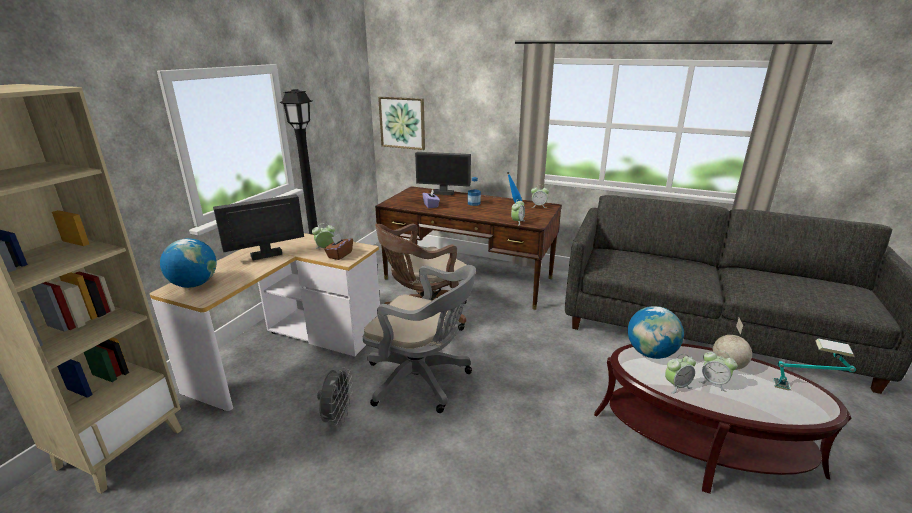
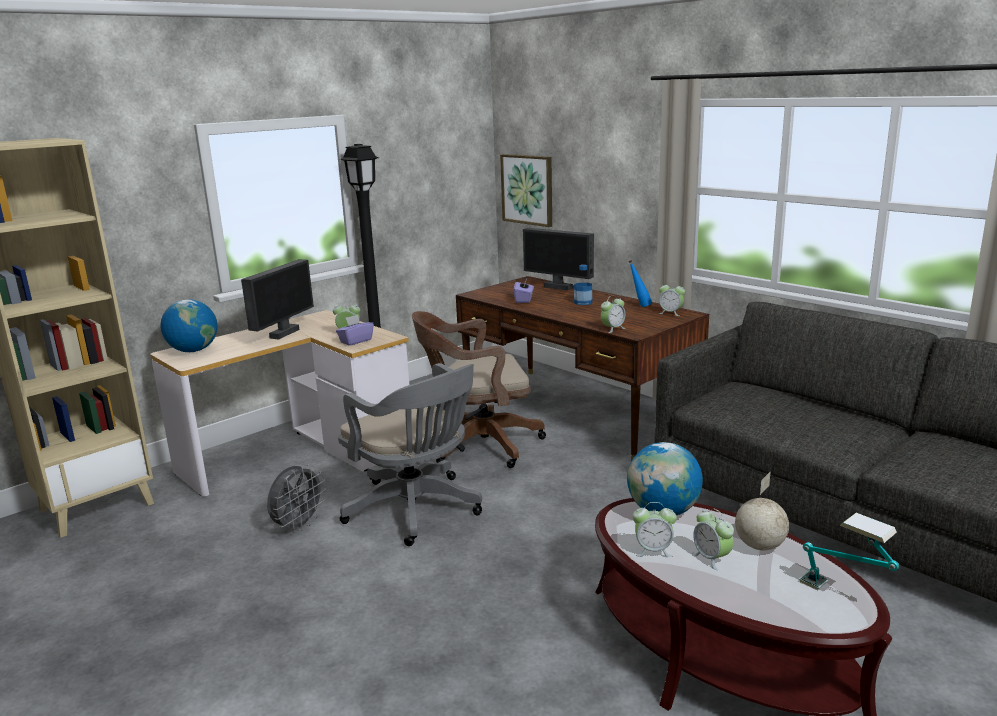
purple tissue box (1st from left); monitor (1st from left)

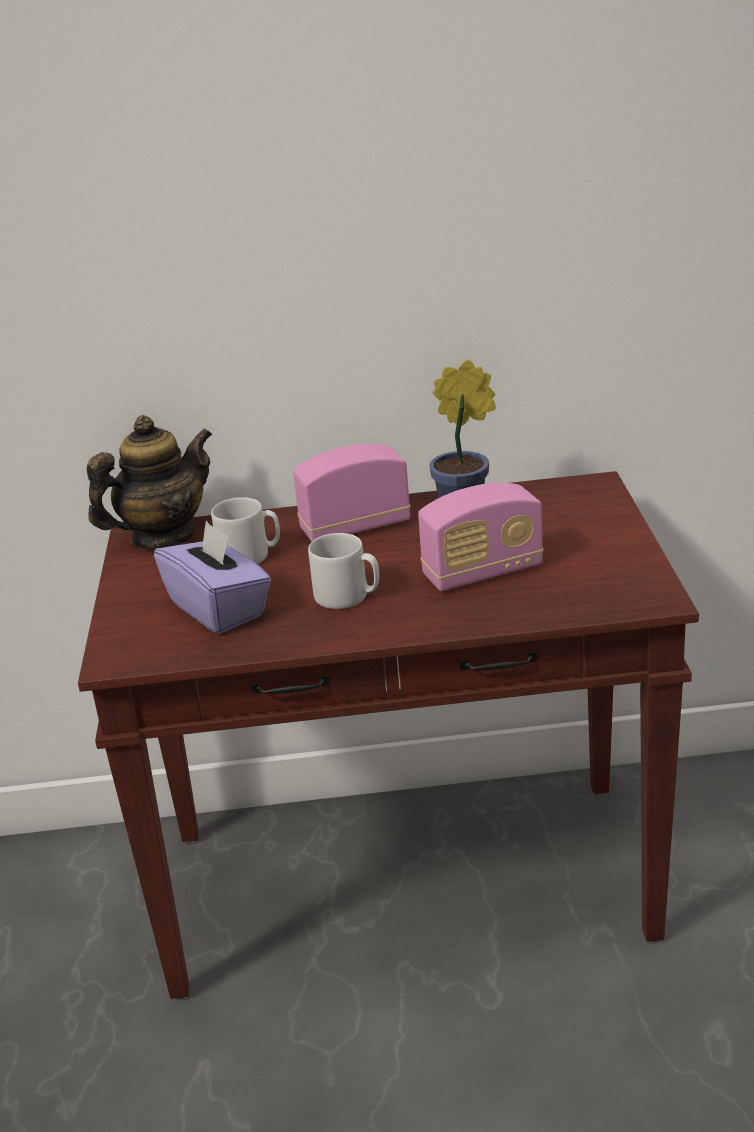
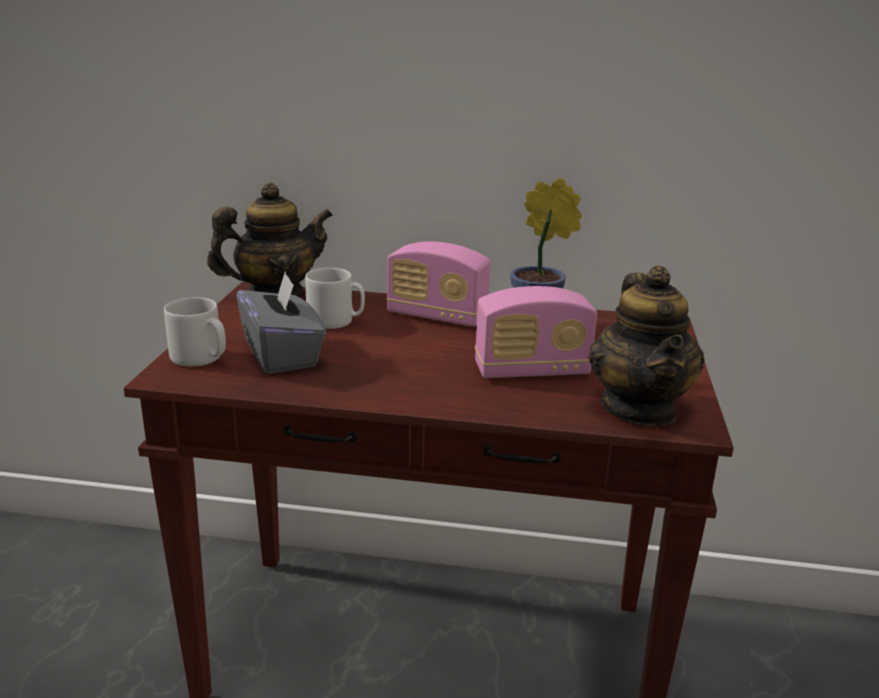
teapot (2nd from left); grey mug (1st from left); grey tissue box; radio (1st from left)

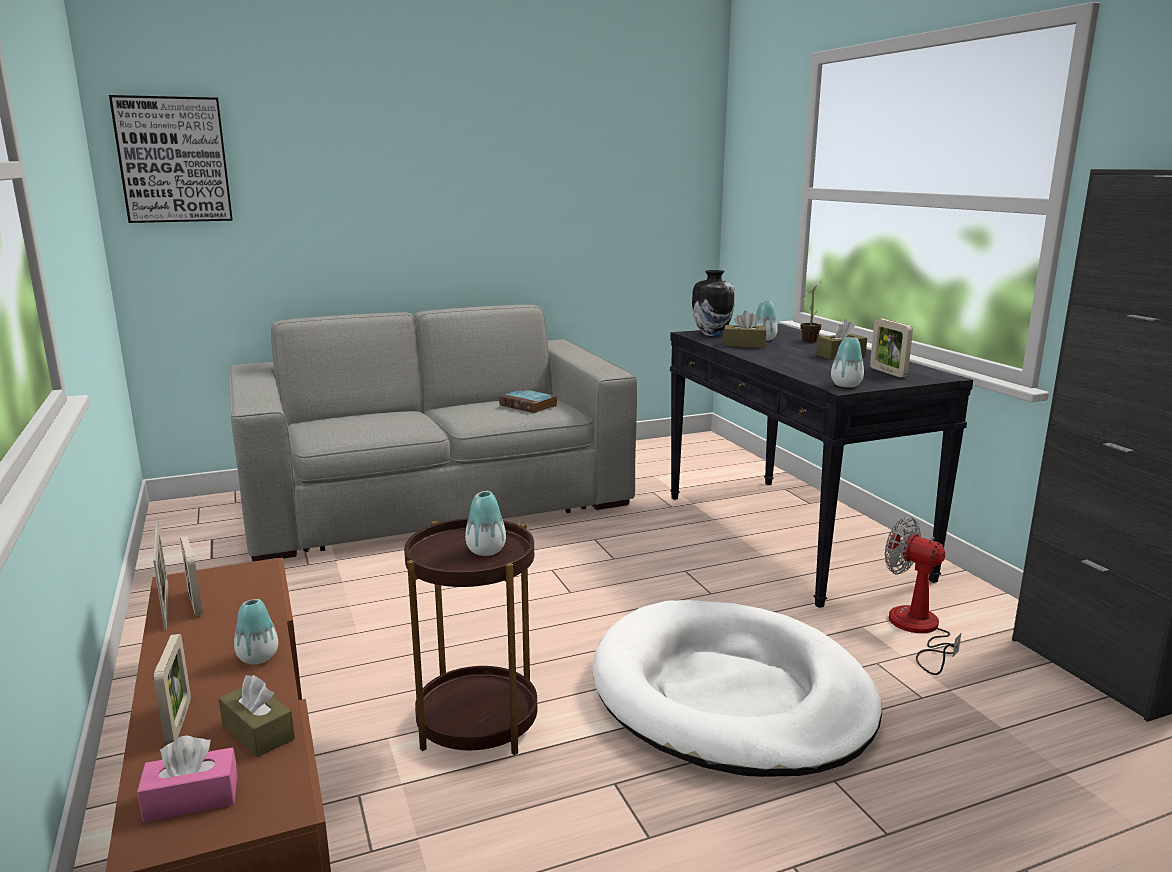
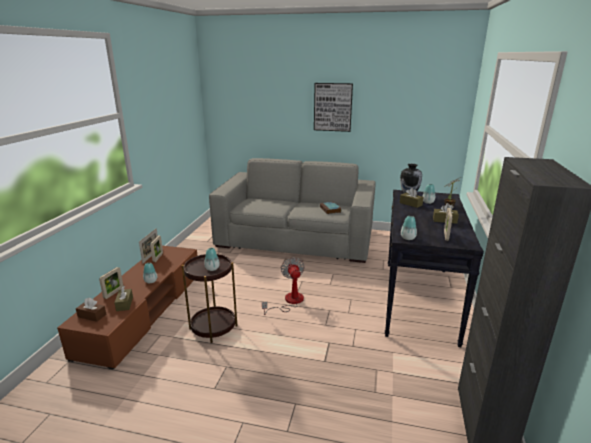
white dog bed; picture; fan; brown tissue box (1st from left)

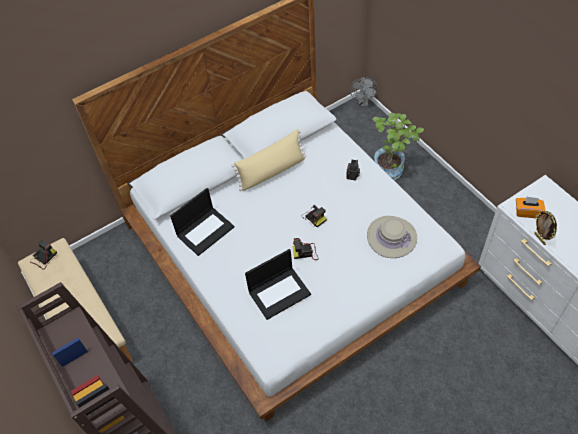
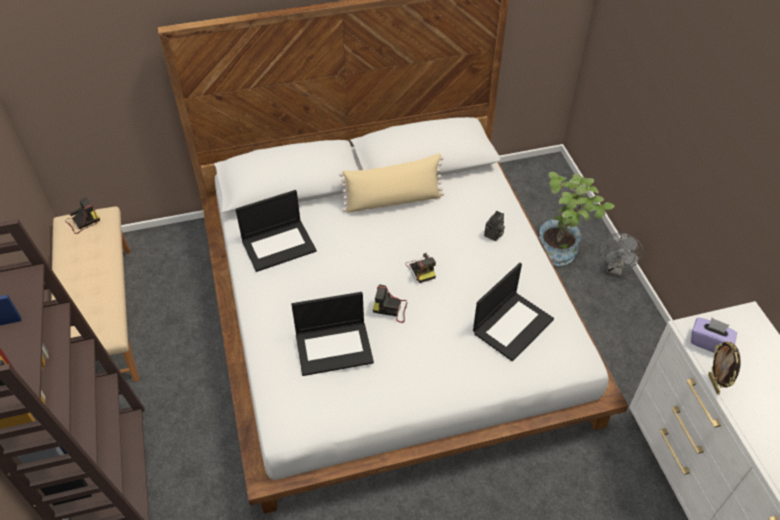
grey fan; laptop (3rd from left); purple tissue box

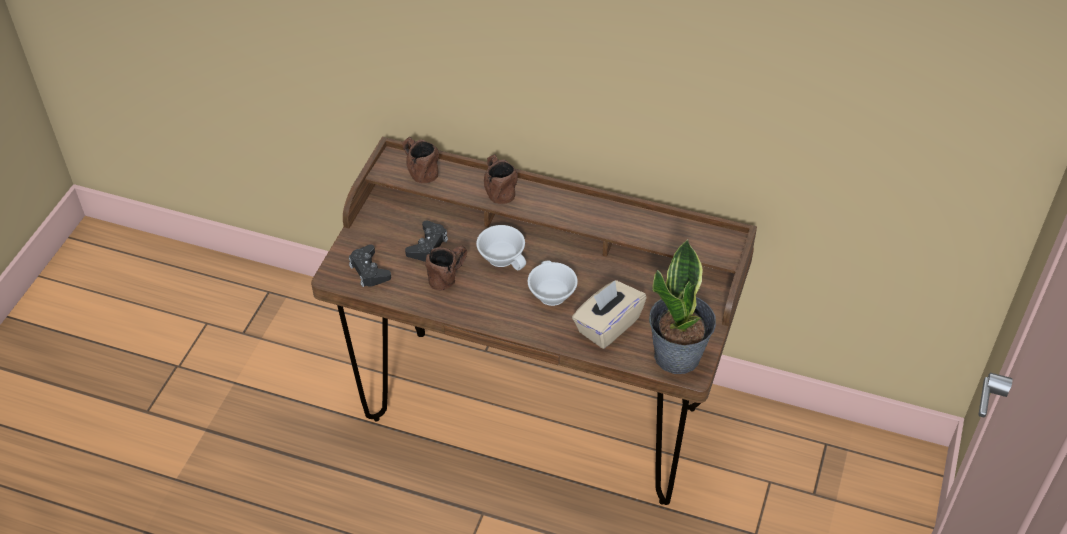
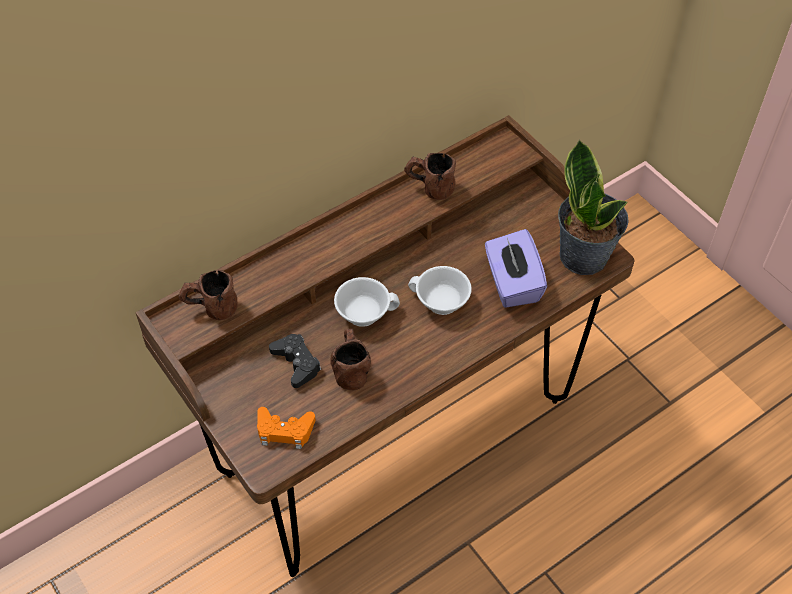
brown mug (3rd from left); orange game controller; purple tissue box

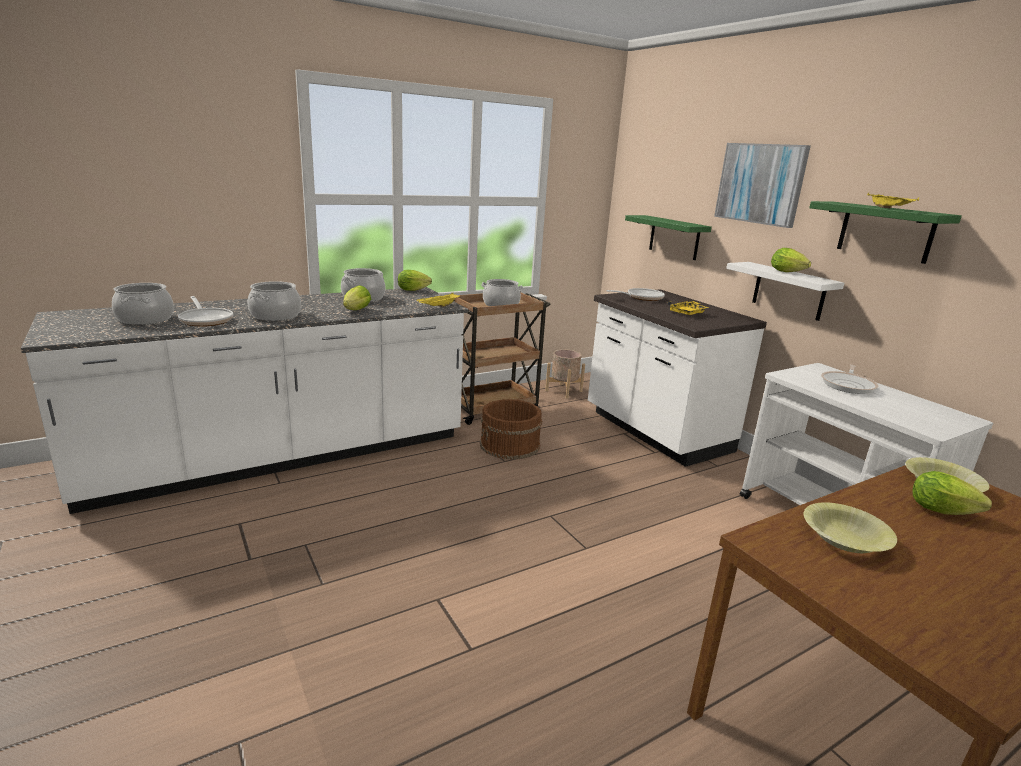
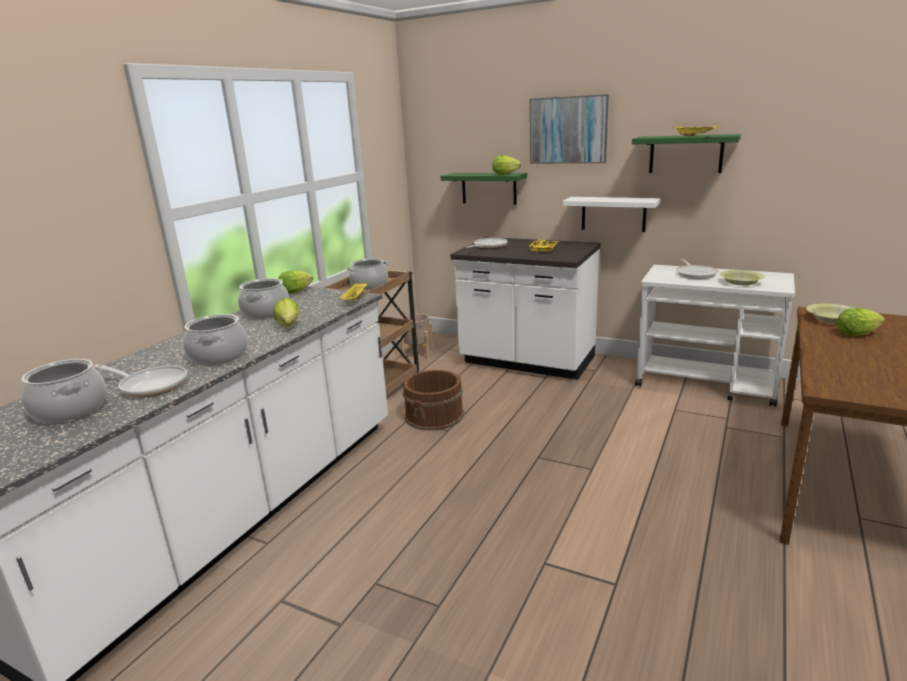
lettuce (3rd from left); yellow bowl (1st from left)

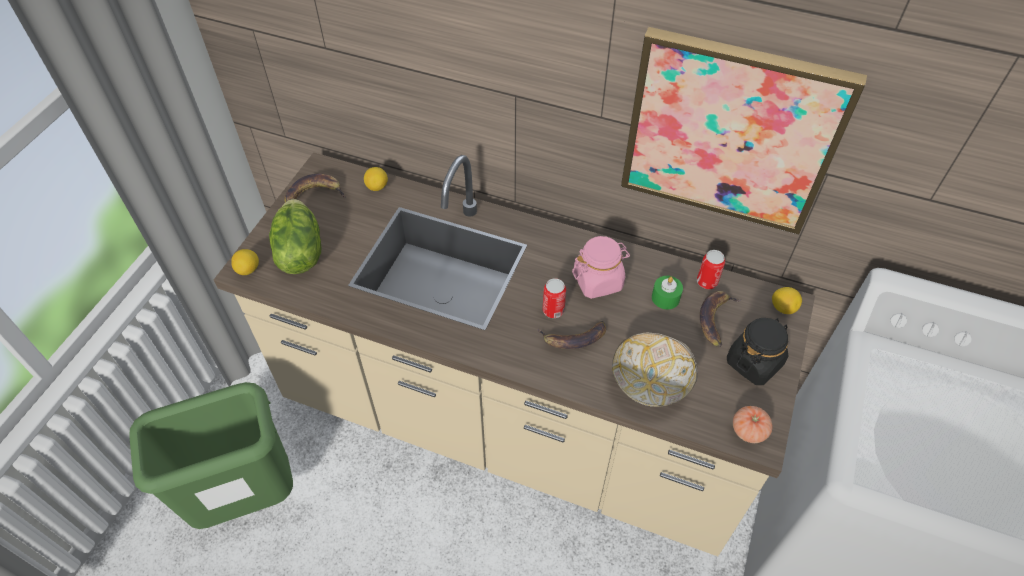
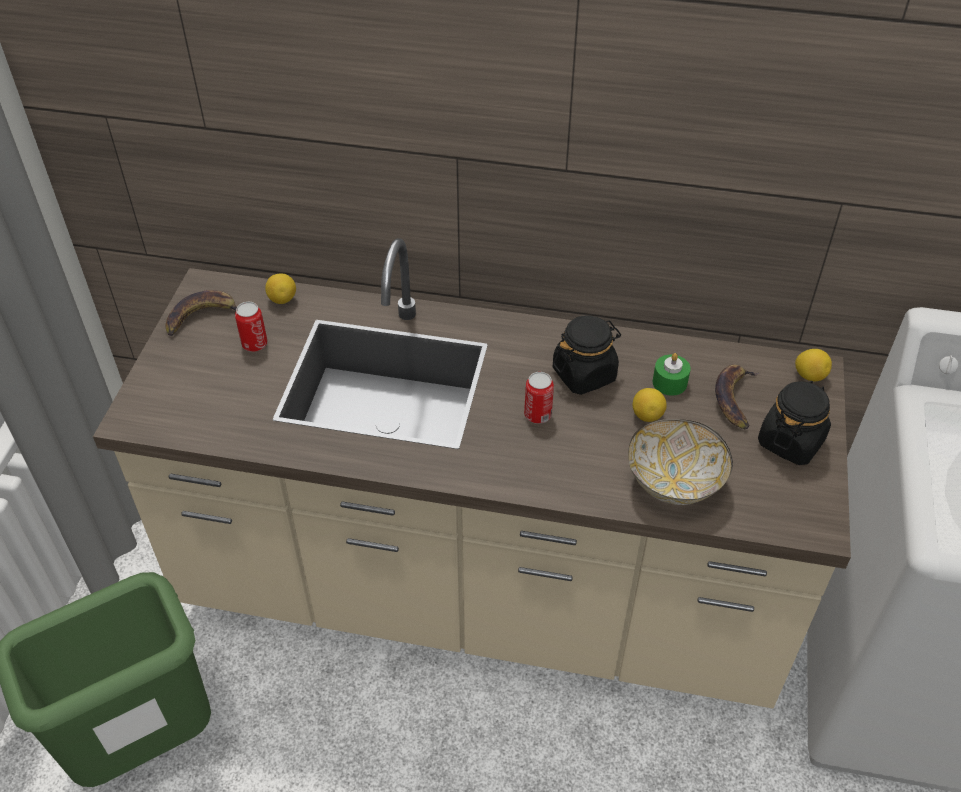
lettuce; banana (2nd from left in the first image); picture; tomato; lemon (2nd from left); can (1st from left); black jar (1st from left)

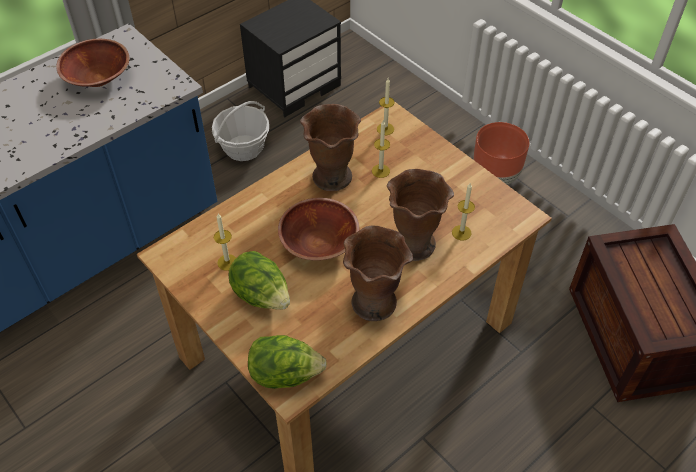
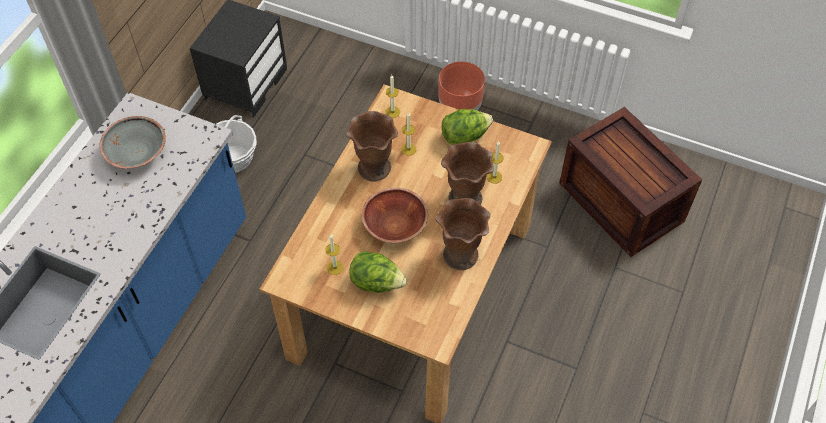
lettuce (2nd from left); grey bowl

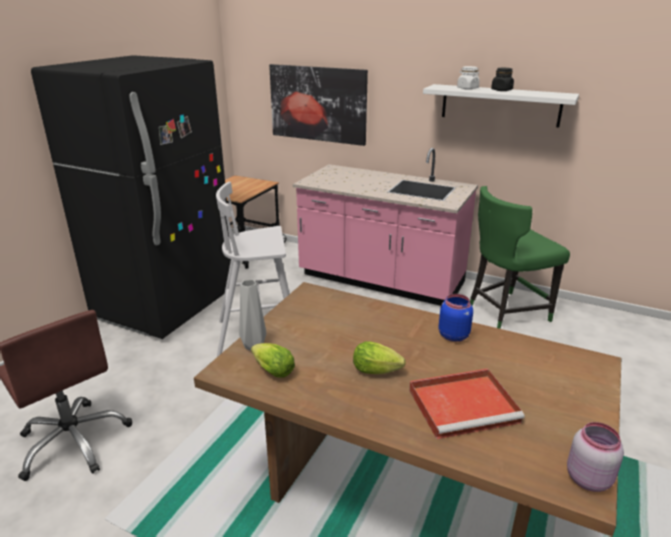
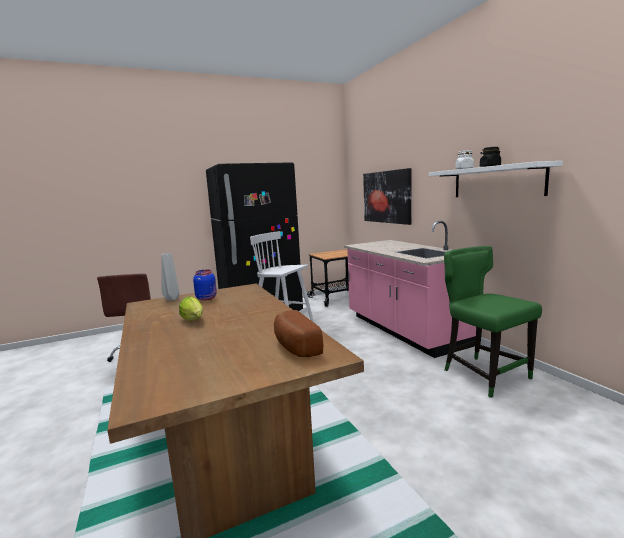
lettuce (1st from left in the first image); red tray; pink jar; bread; blue jar; green chair

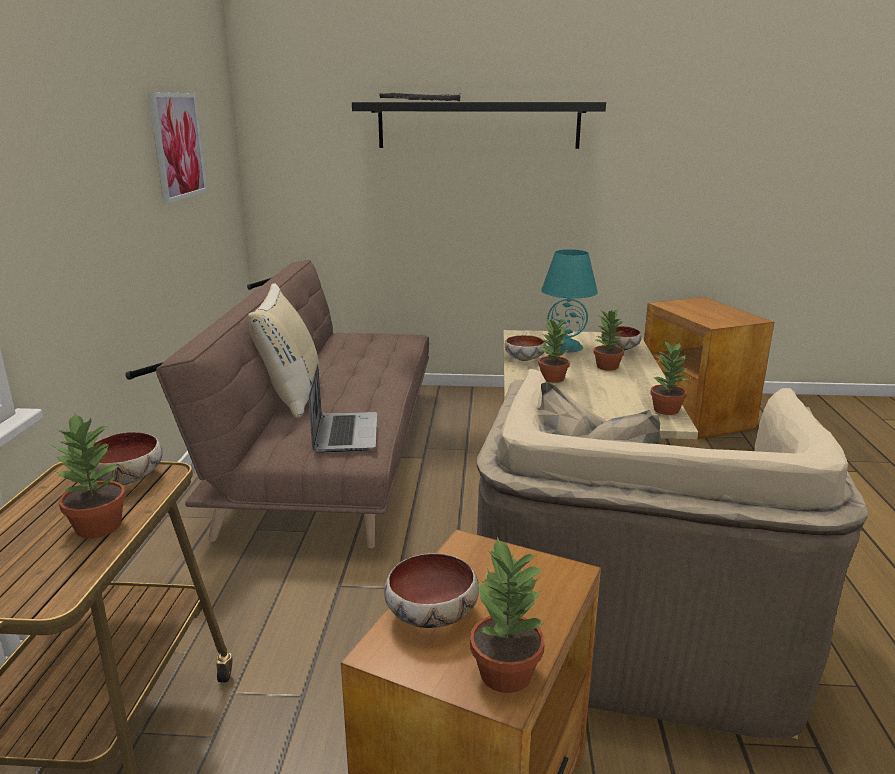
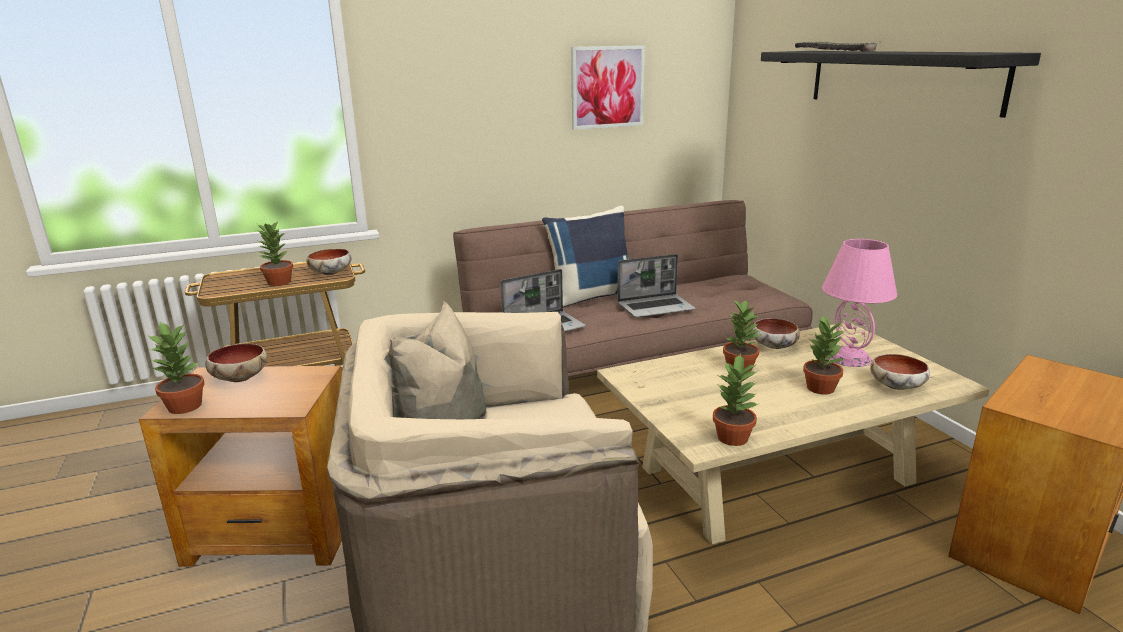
laptop (2nd from left); blue pillow; pink table lamp

